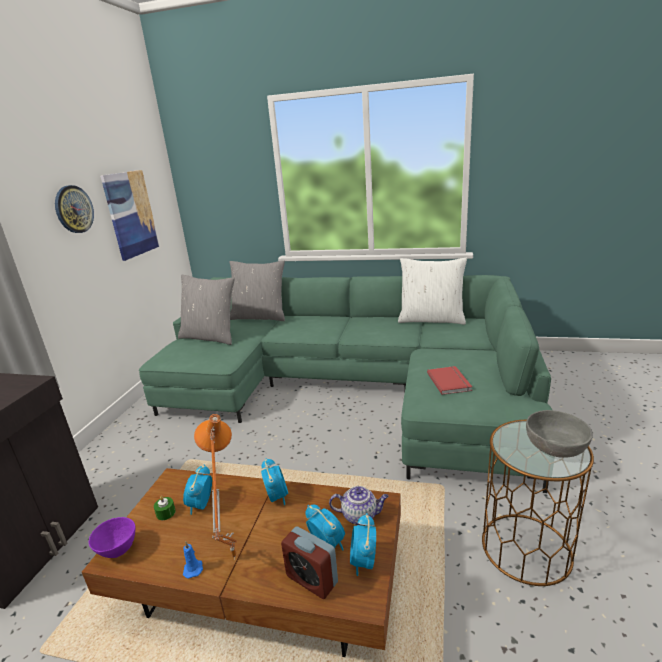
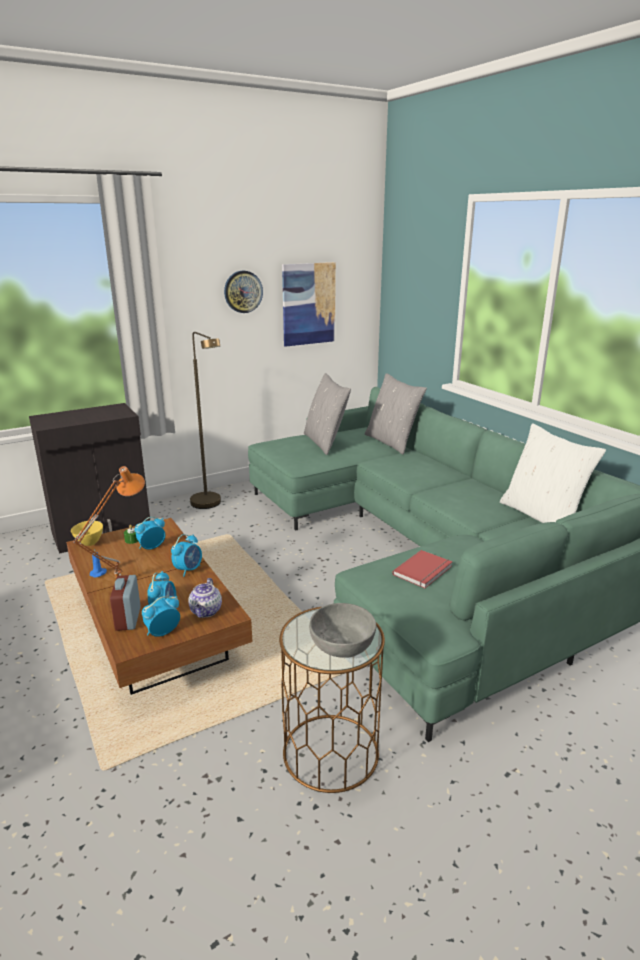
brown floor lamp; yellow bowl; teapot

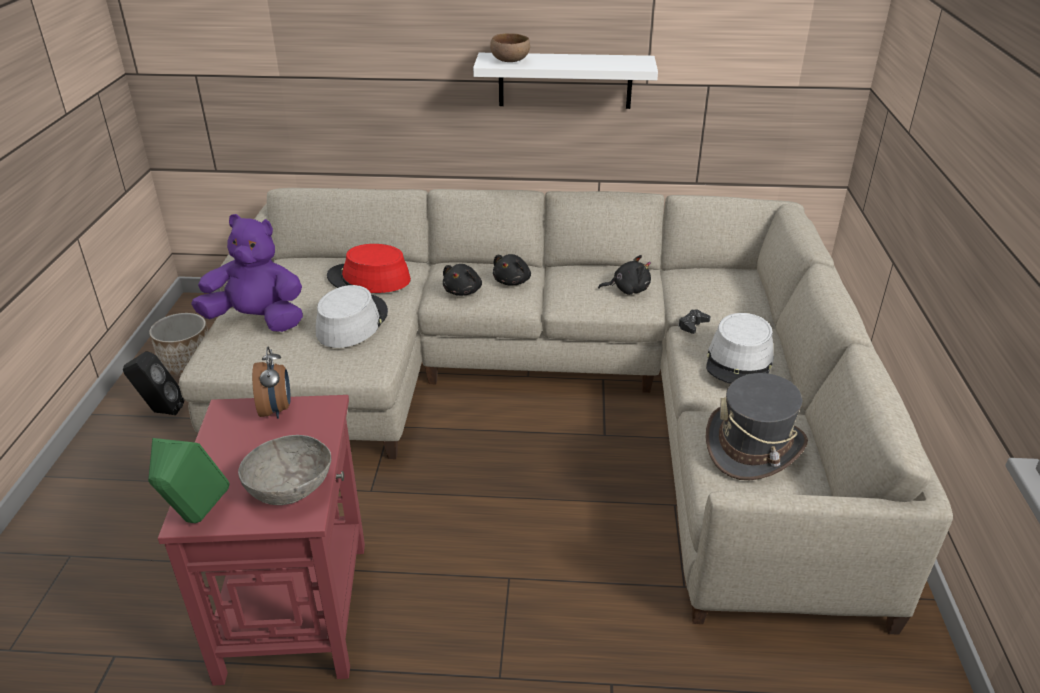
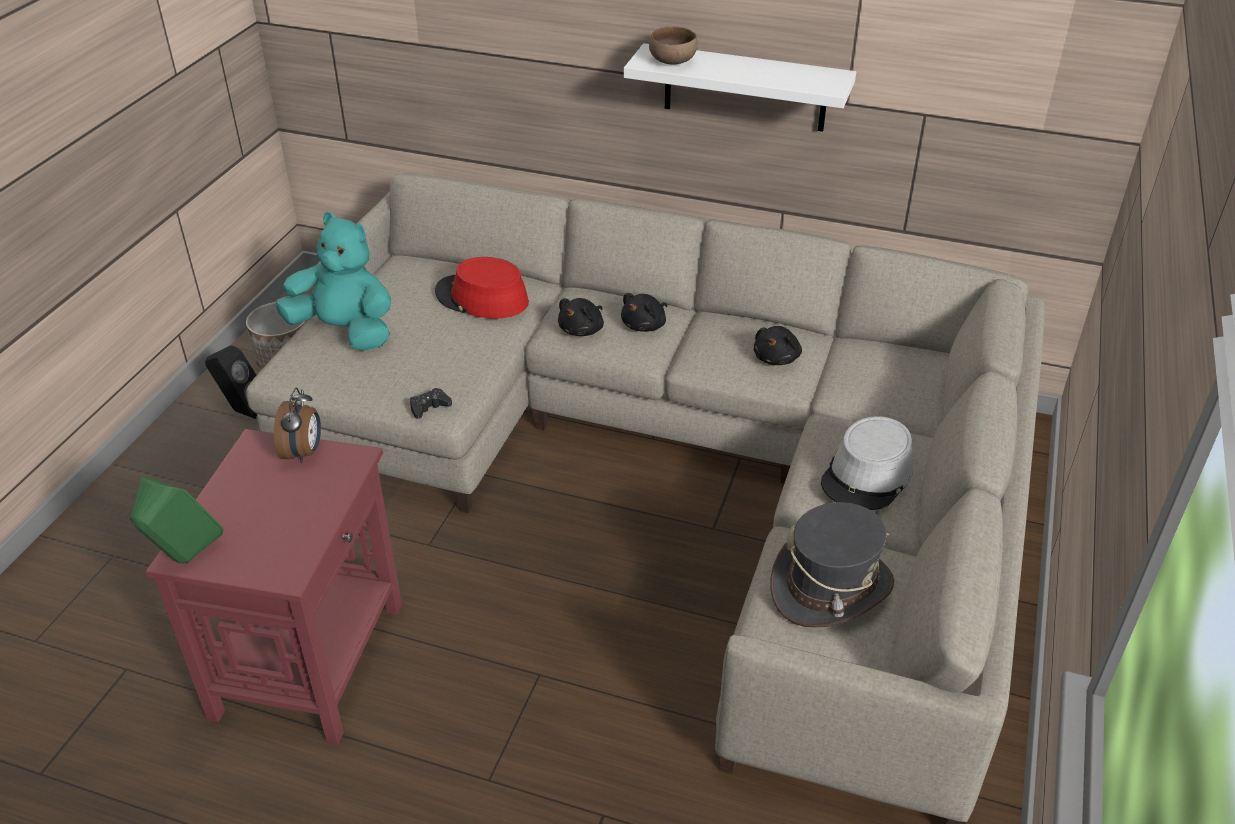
grey bowl; grey hat (1st from left in the first image); black game controller; turquoise plush toy; black plush toy (3rd from left)

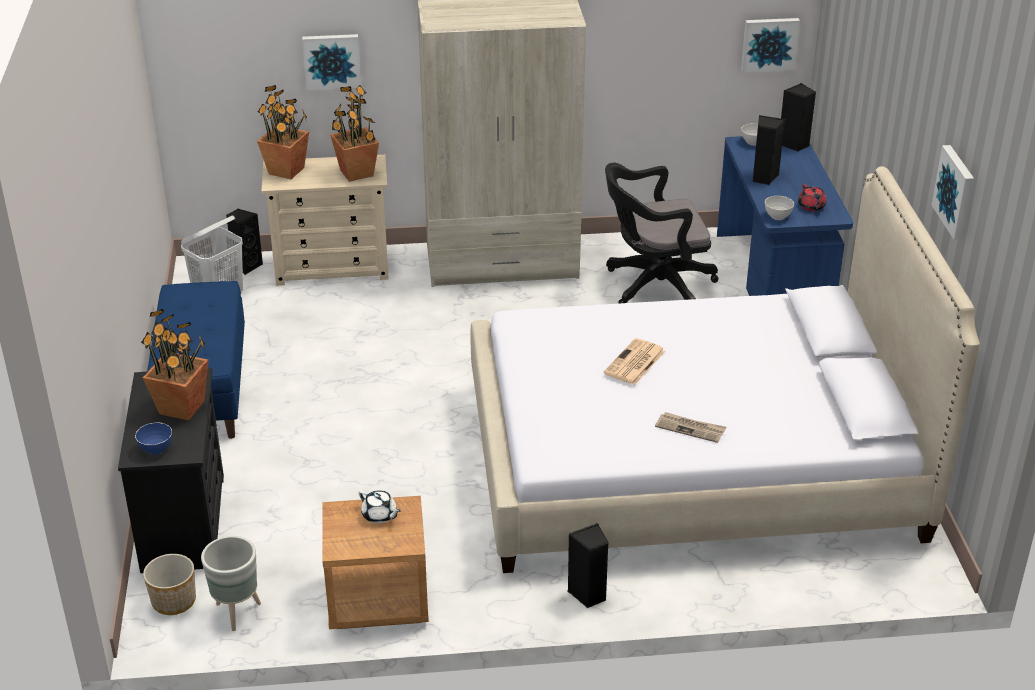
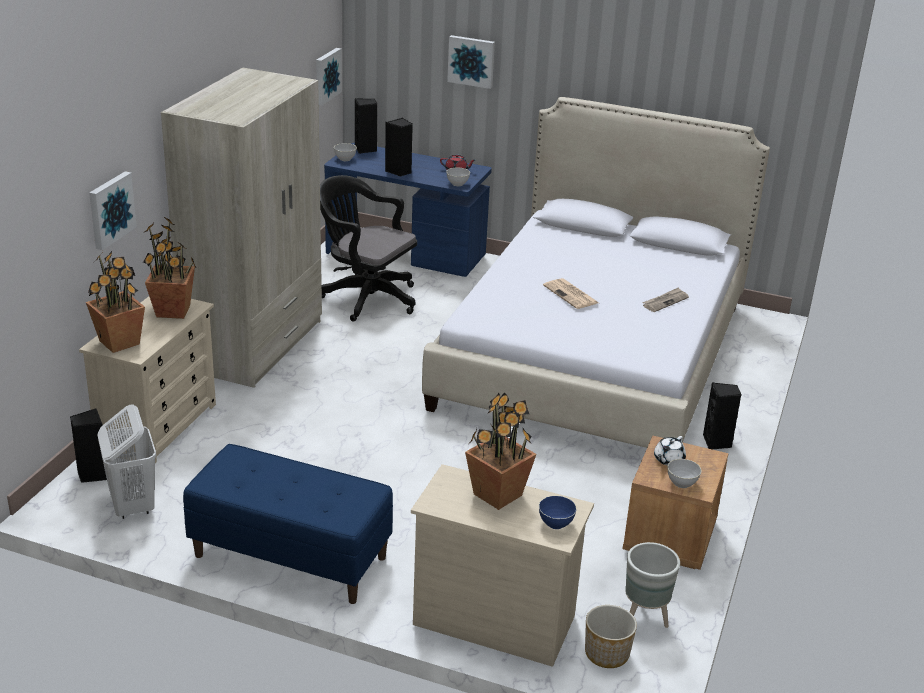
grey bowl (3rd from left); picture (3rd from left); beige dresser (2nd from left); white teapot; black office chair

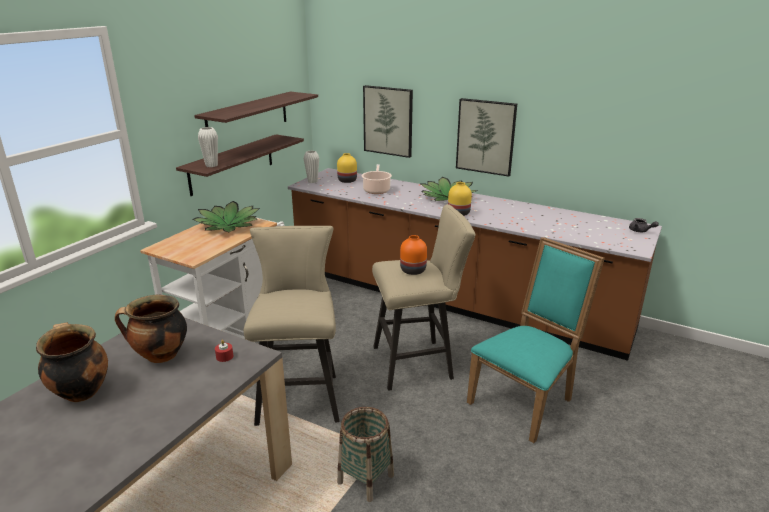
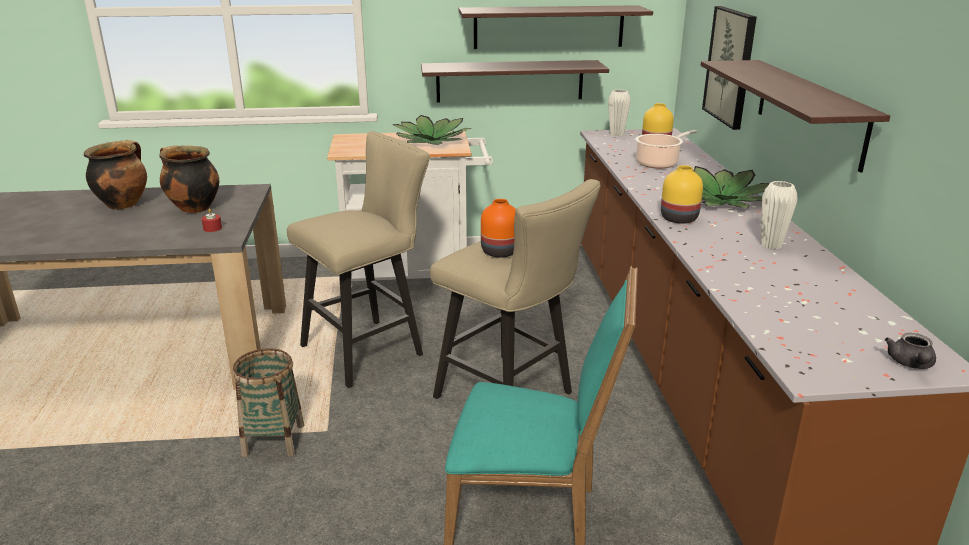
white vase (2nd from left); shelf (3rd from left)

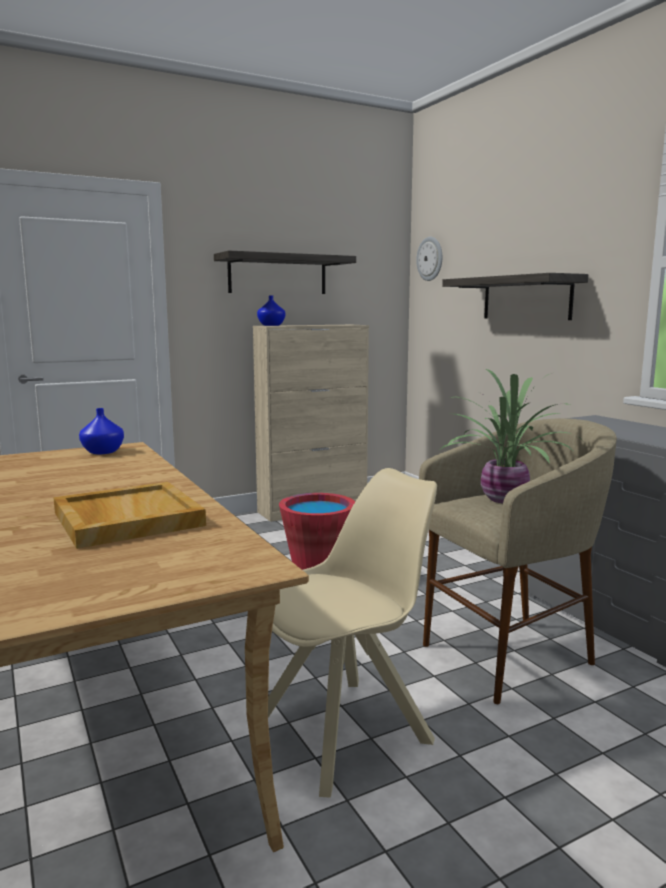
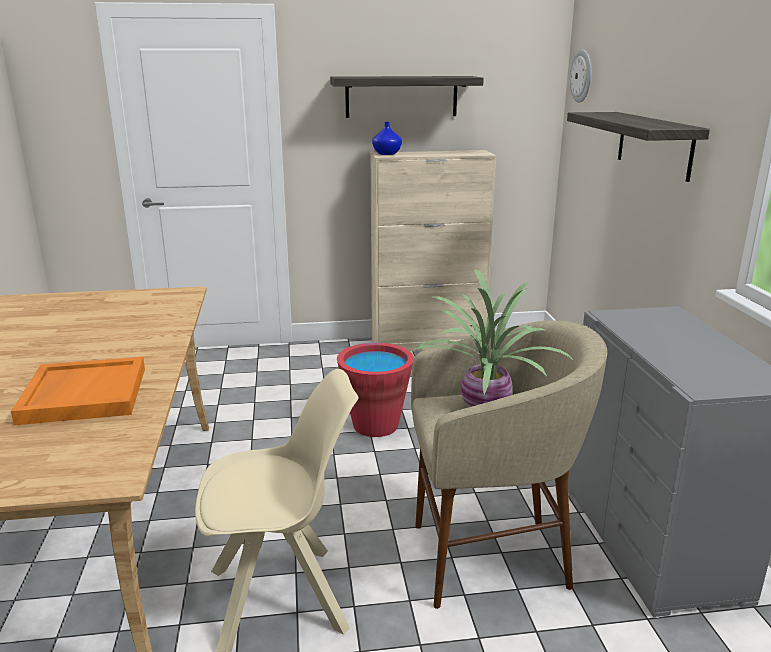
blue vase (1st from left in the first image); orange tray

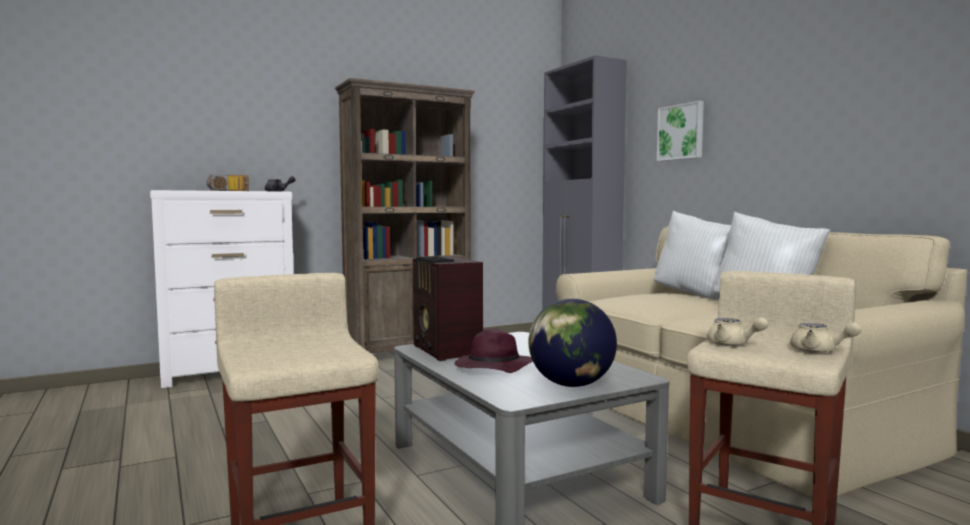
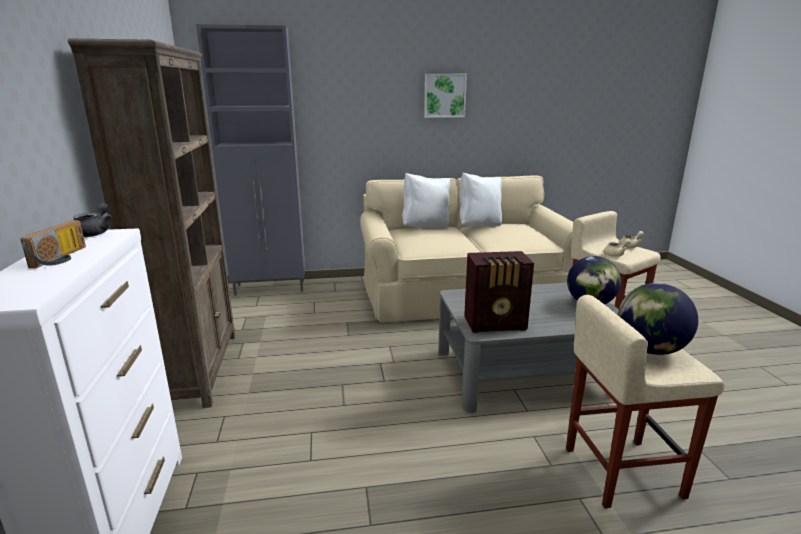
purple hat; globe (2nd from left); picture

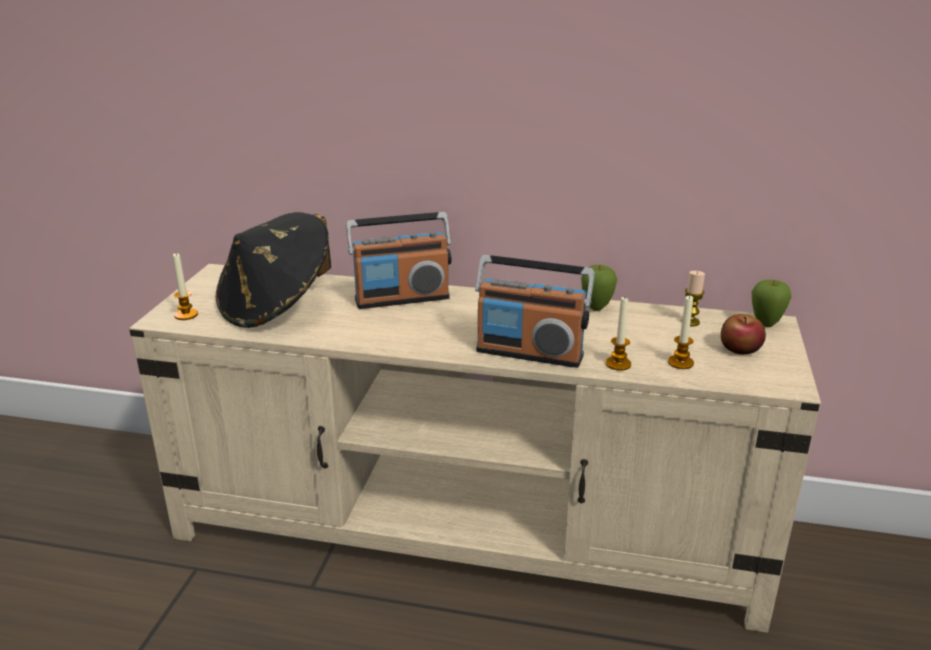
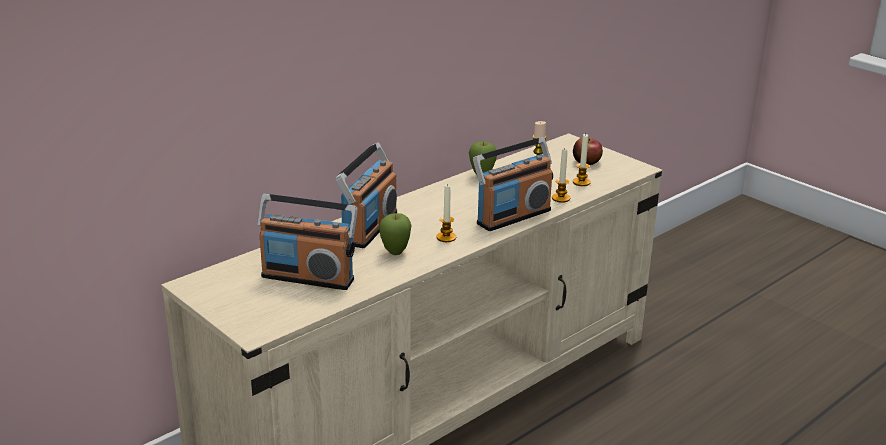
candle (1st from left); apple (1st from left); radio (1st from left)

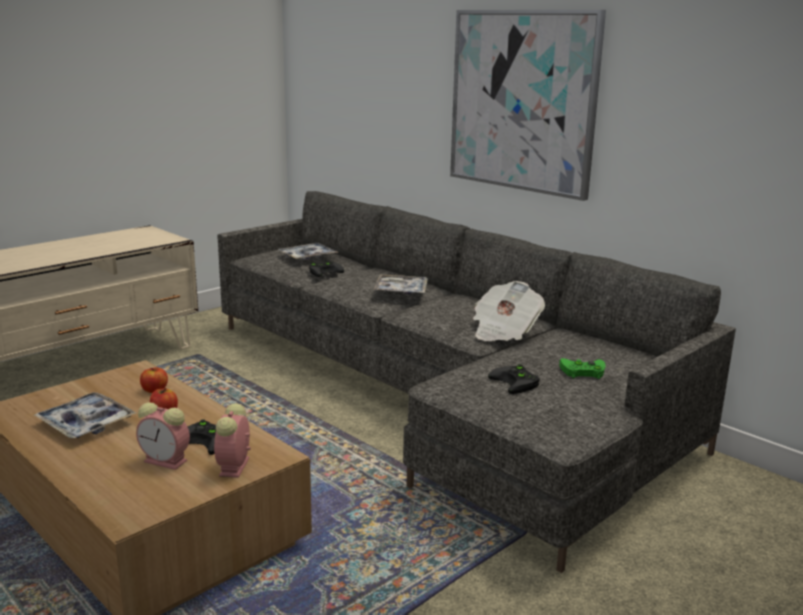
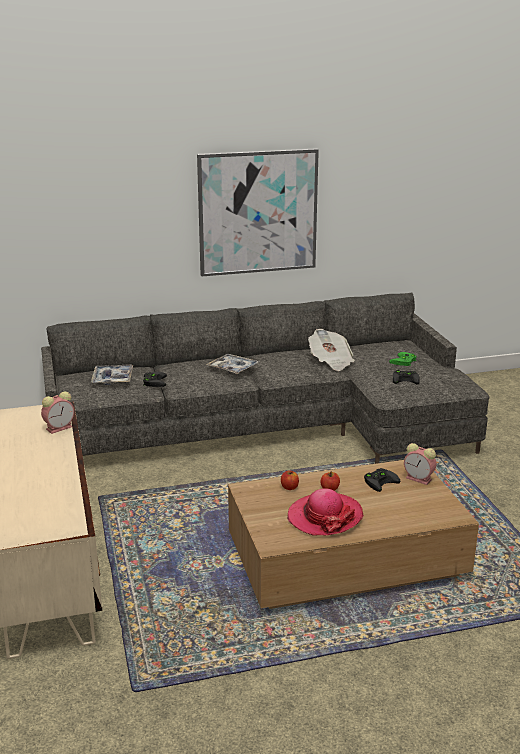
alarm clock (1st from left); hat

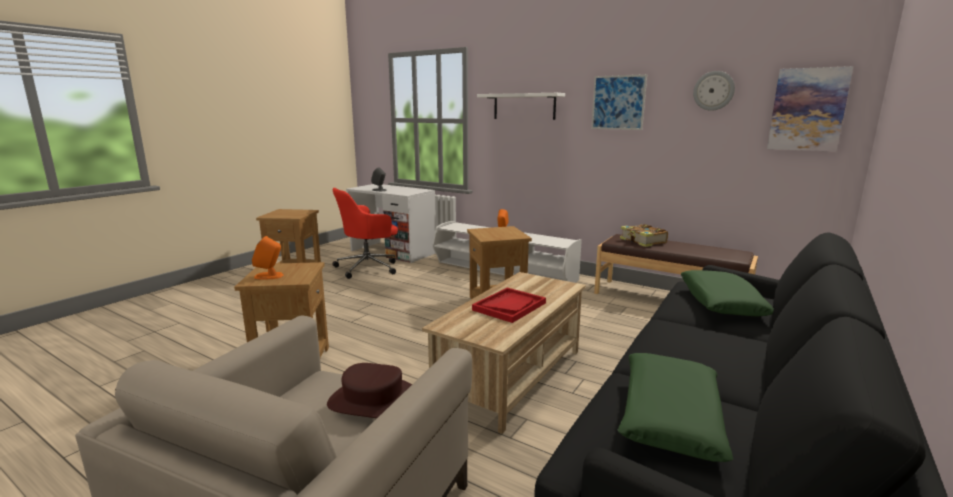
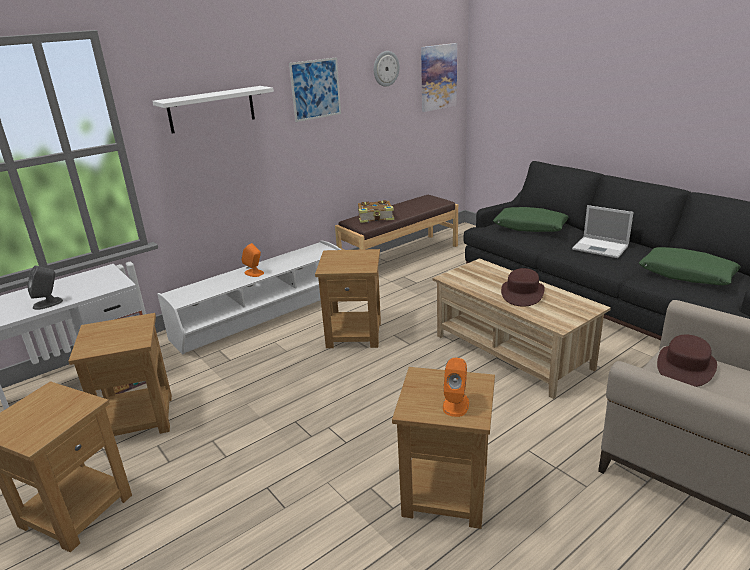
laptop; brown side table (2nd from left); brown hat (1st from left)

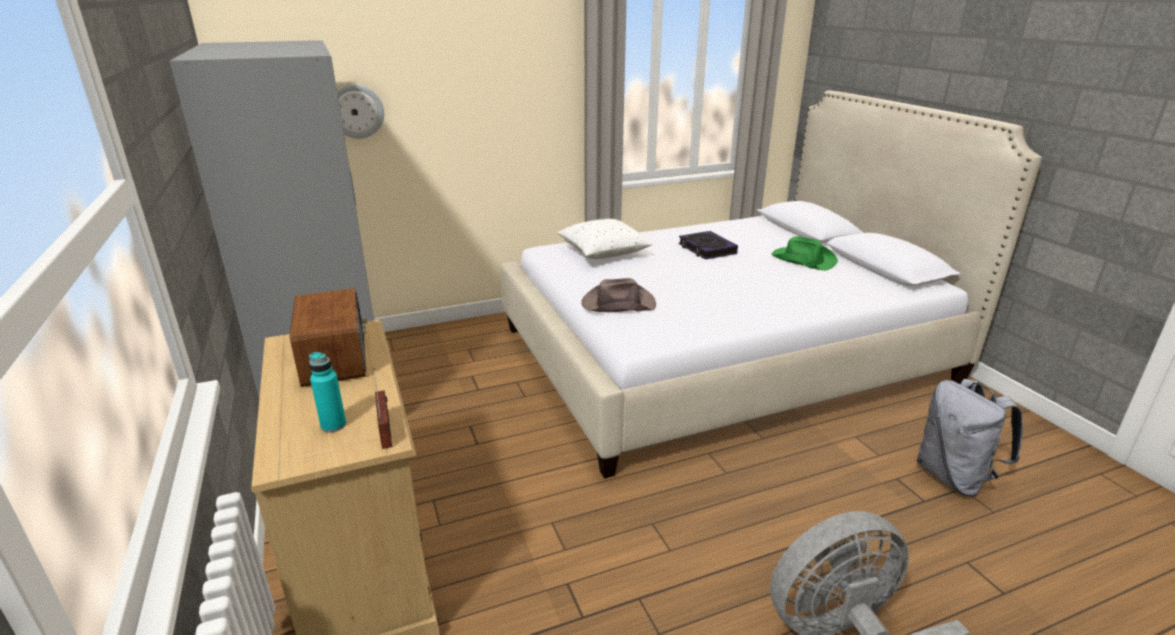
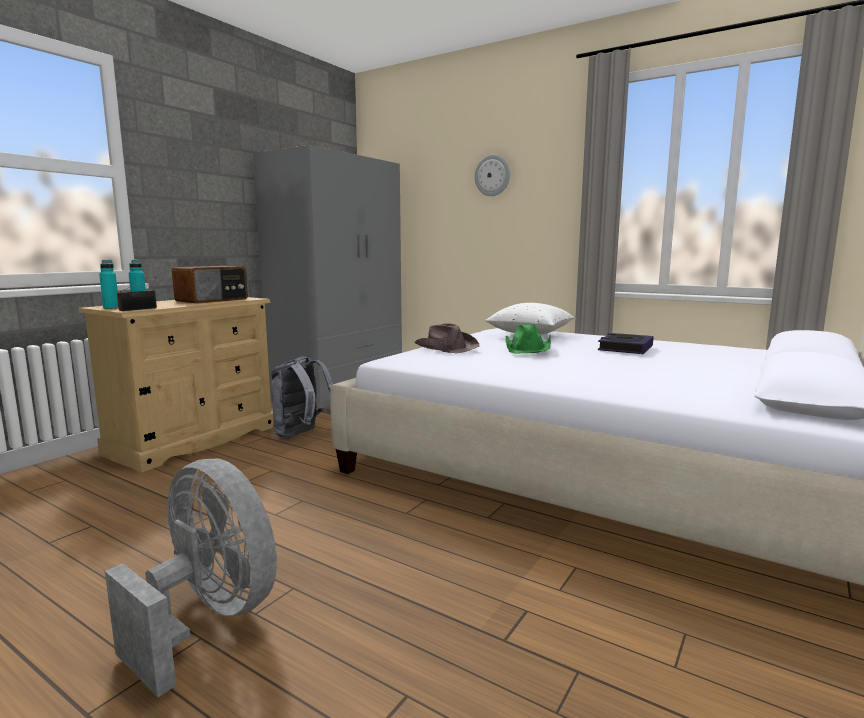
turquoise bottle (1st from left); wall clock; green hat; grey backpack

